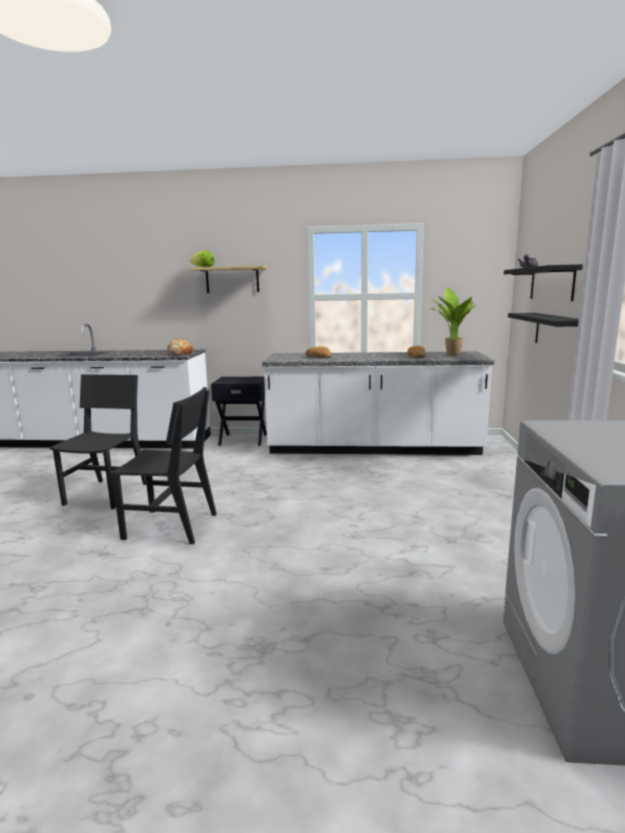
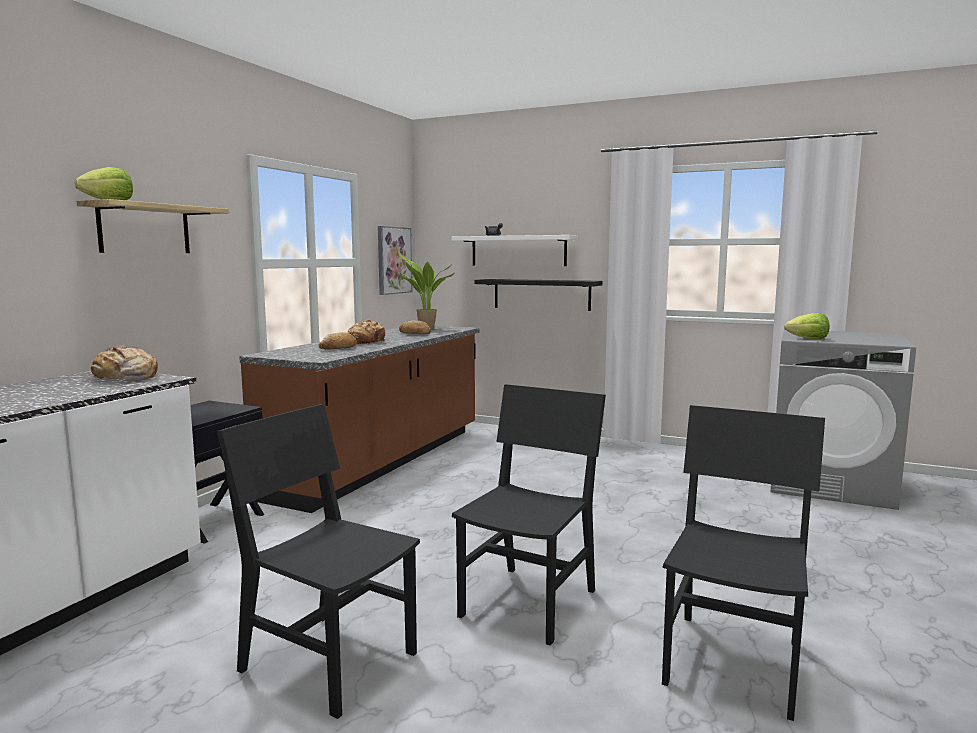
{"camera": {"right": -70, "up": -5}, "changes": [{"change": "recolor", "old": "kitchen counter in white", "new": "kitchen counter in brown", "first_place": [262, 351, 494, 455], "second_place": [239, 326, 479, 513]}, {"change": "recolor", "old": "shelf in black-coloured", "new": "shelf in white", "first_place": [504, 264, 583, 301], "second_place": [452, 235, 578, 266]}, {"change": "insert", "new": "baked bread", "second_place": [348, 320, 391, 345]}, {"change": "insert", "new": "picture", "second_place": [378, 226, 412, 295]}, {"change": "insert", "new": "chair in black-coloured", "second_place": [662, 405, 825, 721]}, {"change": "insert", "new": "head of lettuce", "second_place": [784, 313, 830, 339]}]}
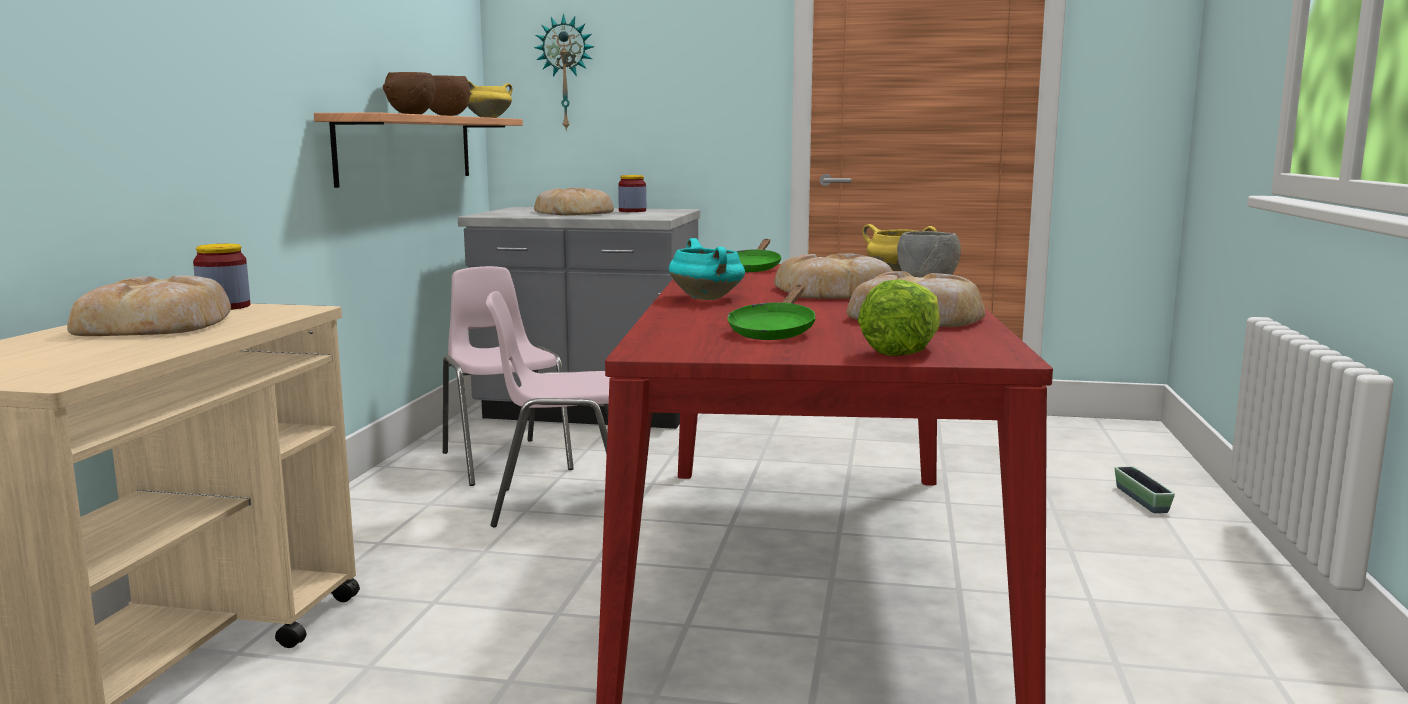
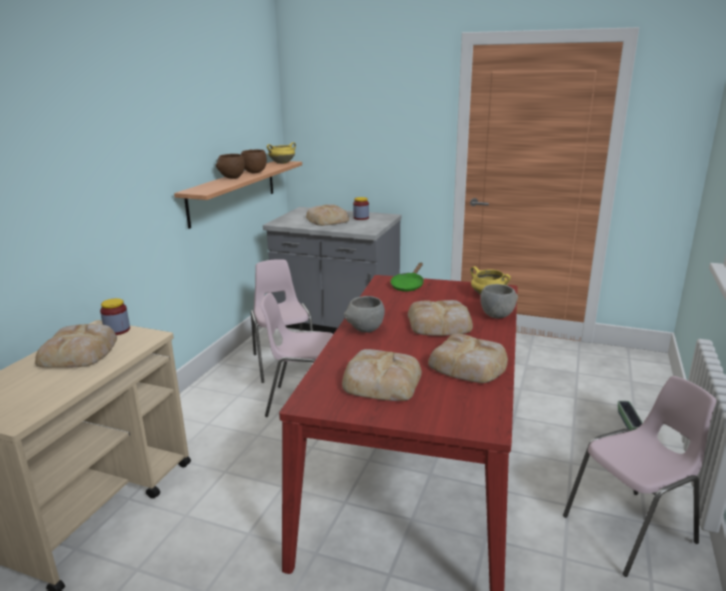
{"camera": {"right": 10, "up": 10}, "changes": [{"change": "delete", "old": "wall clock", "first_place": [534, 14, 594, 132]}, {"change": "replace", "old": "saucepot in turquoise-coloured", "new": "serving bowl in grey", "first_place": [669, 238, 745, 300], "second_place": [344, 296, 385, 333]}, {"change": "replace", "old": "pan in green", "new": "baked bread", "first_place": [727, 285, 815, 340], "second_place": [342, 349, 422, 401]}, {"change": "delete", "old": "head of lettuce", "first_place": [858, 279, 939, 356]}, {"change": "insert", "new": "chair in pink", "second_place": [563, 376, 716, 577]}]}
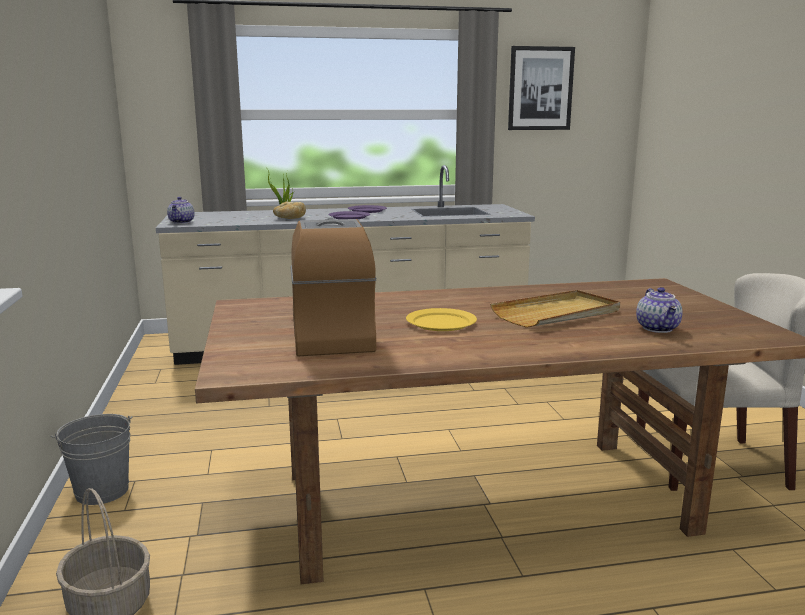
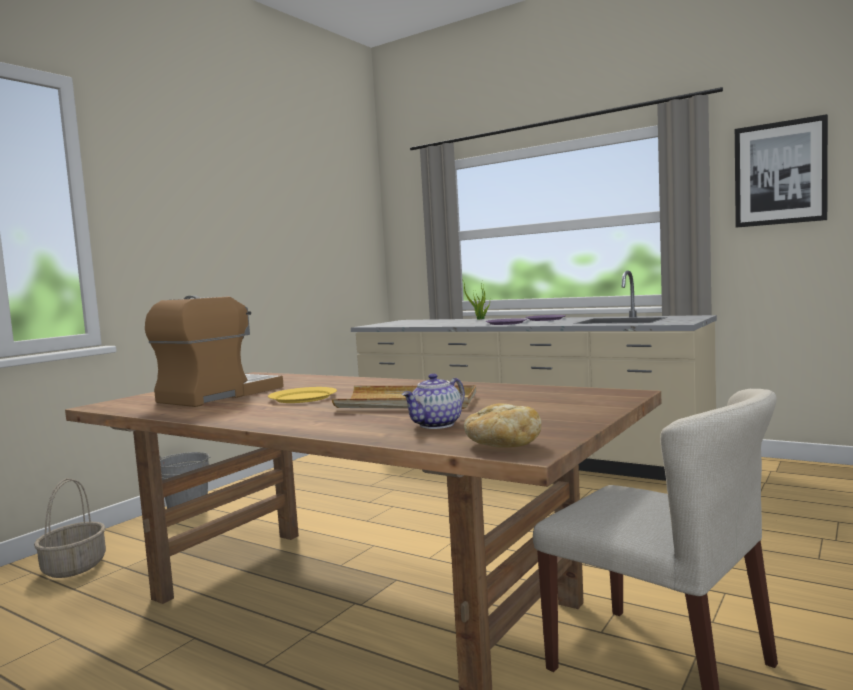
{"camera": {"right": 45, "up": -10}, "changes": [{"change": "delete", "old": "tea pot", "first_place": [167, 197, 194, 224]}, {"change": "move", "old": "baked bread", "first_place": [273, 202, 306, 219], "second_place": [464, 404, 542, 448]}]}
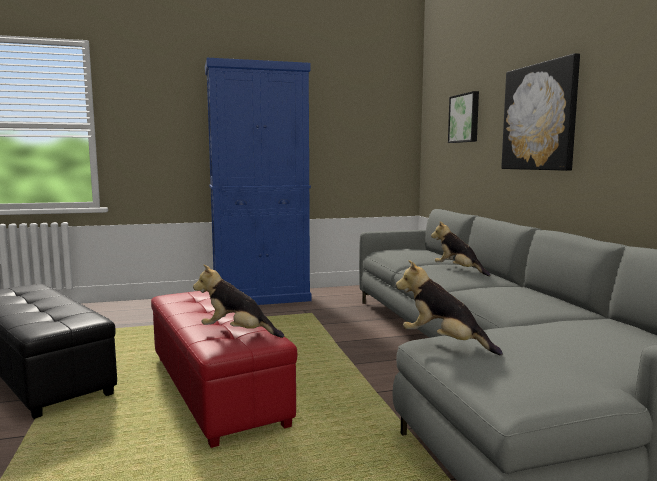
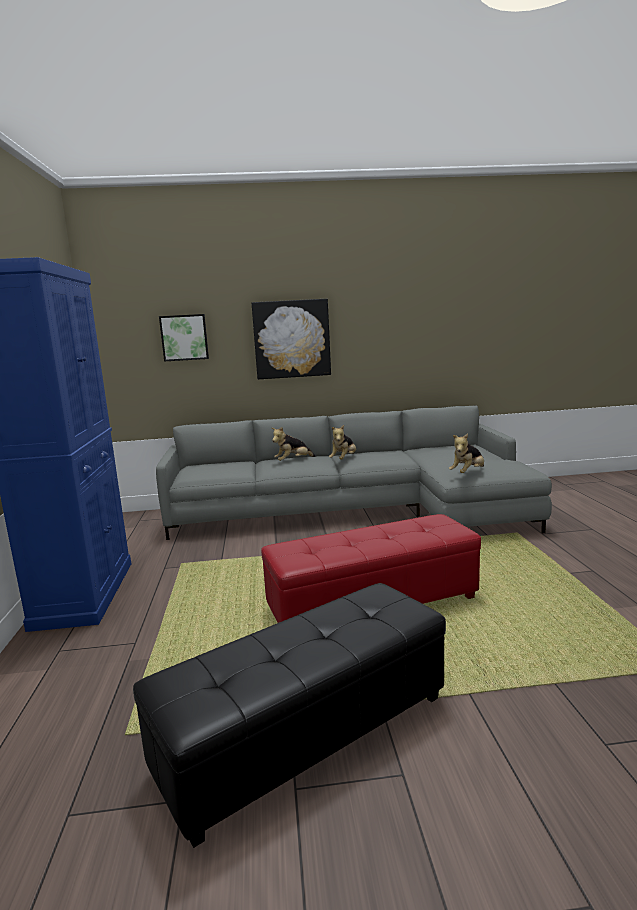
{"camera": {"right": -80, "up": 5}, "changes": [{"change": "move", "old": "soft toy", "first_place": [193, 264, 284, 338], "second_place": [329, 425, 356, 459]}]}
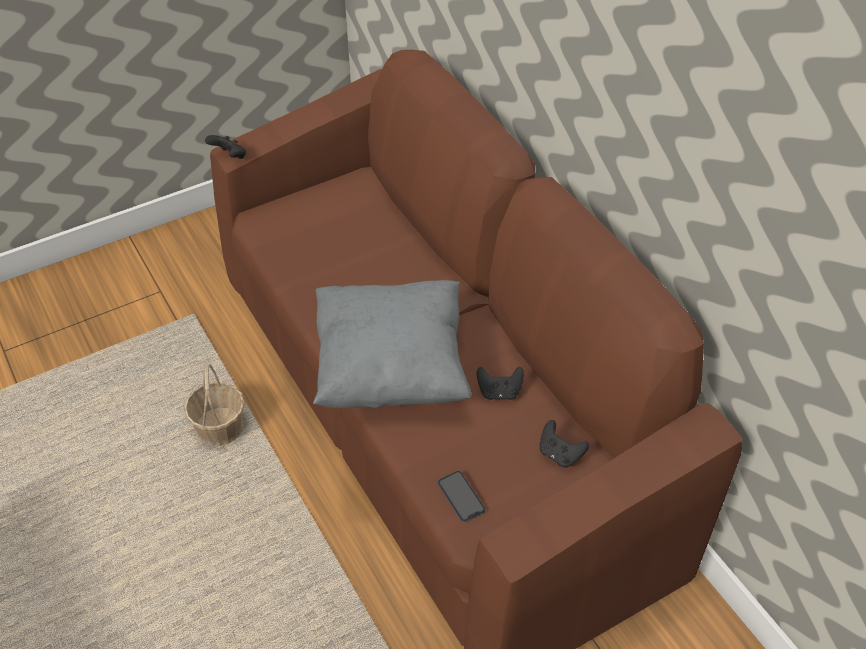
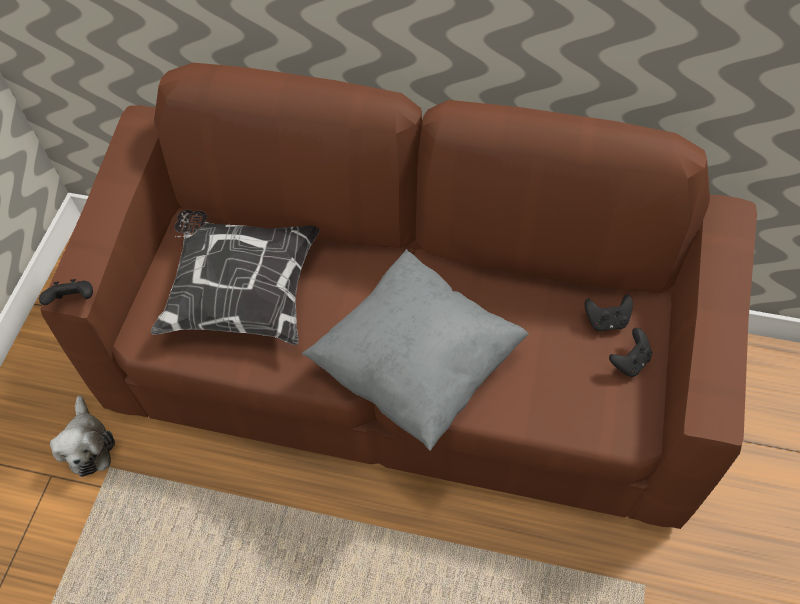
{"camera": {"right": -45, "up": 10}, "changes": [{"change": "delete", "old": "household basket", "first_place": [184, 364, 245, 446]}, {"change": "delete", "old": "handset", "first_place": [438, 471, 485, 522]}, {"change": "move", "old": "gamepad in black-coloured", "first_place": [477, 367, 524, 400], "second_place": [609, 328, 652, 377]}, {"change": "insert", "new": "soft toy", "second_place": [50, 396, 115, 477]}, {"change": "insert", "new": "pillow", "second_place": [151, 210, 320, 345]}]}
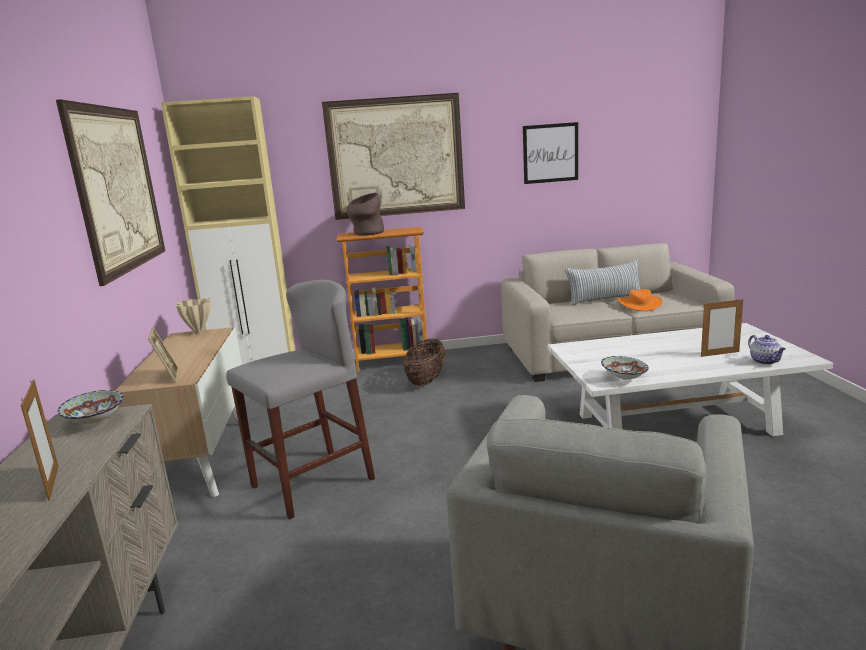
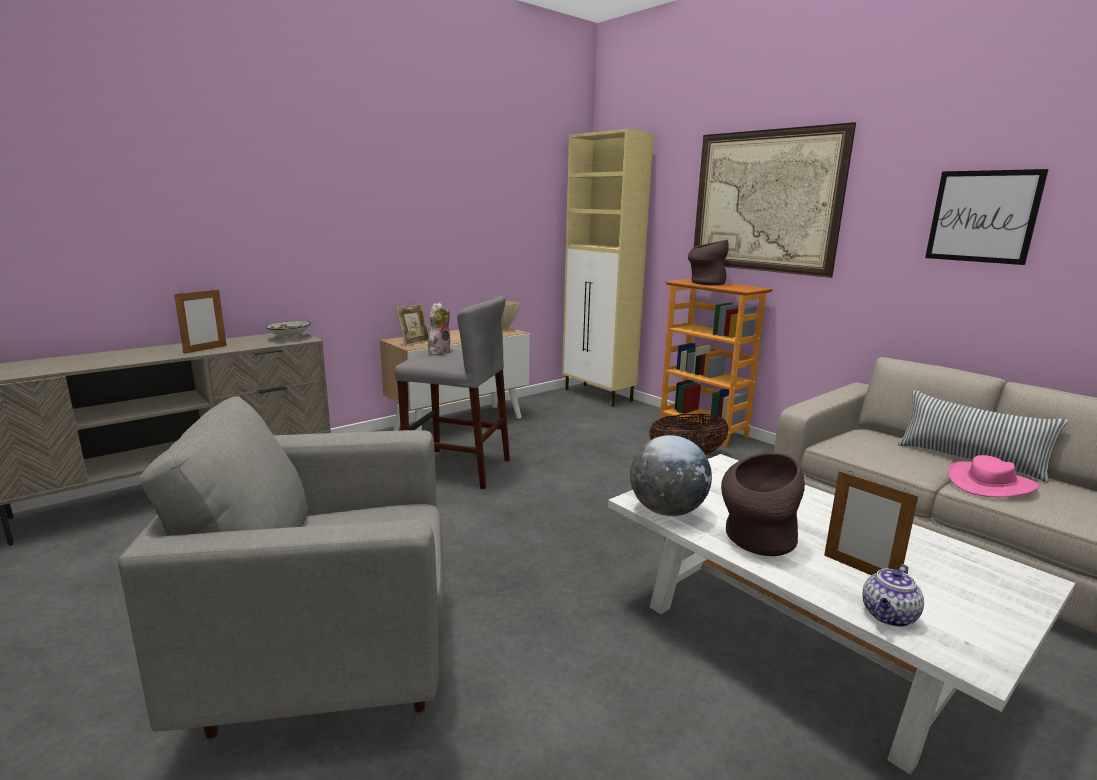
{"camera": {"right": 55, "up": 0}, "changes": [{"change": "delete", "old": "picture", "first_place": [56, 99, 165, 286]}, {"change": "replace", "old": "serving bowl", "new": "desk globe", "first_place": [601, 356, 649, 379], "second_place": [630, 435, 712, 516]}, {"change": "recolor", "old": "wearable hat in orangey", "new": "wearable hat in pink", "first_place": [617, 289, 662, 311], "second_place": [948, 455, 1040, 497]}, {"change": "insert", "new": "soft toy", "second_place": [428, 302, 451, 355]}, {"change": "insert", "new": "vase in brown", "second_place": [721, 452, 805, 556]}]}
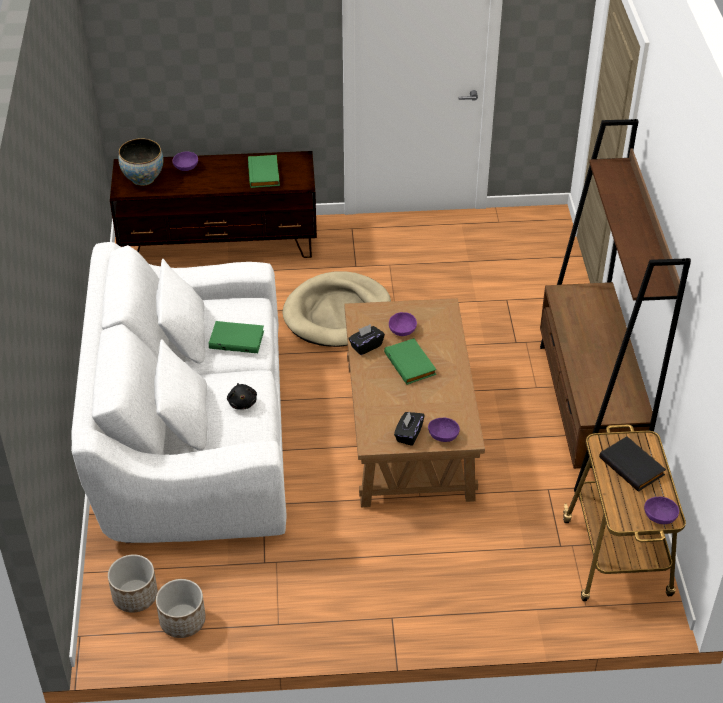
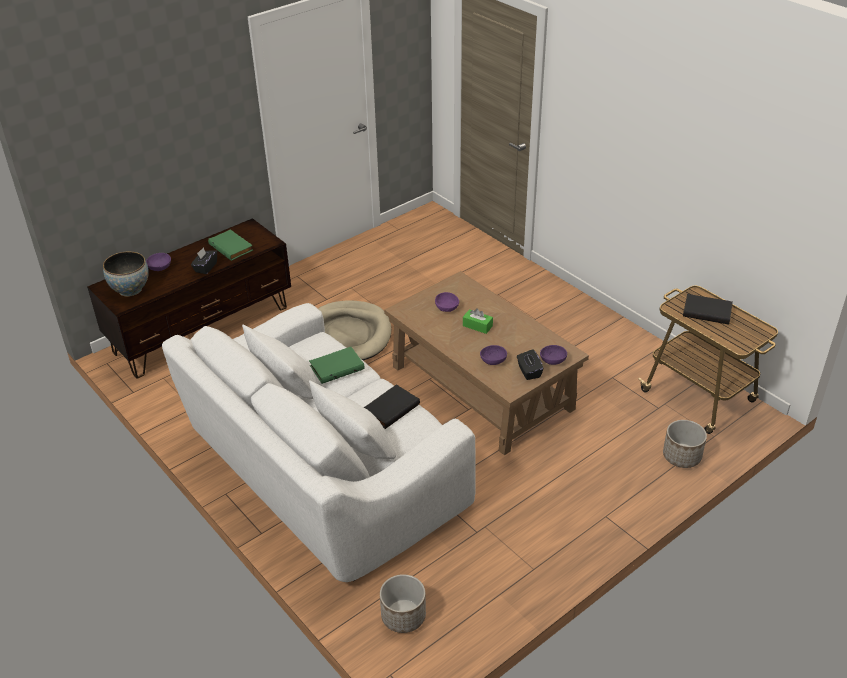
{"camera": {"right": -35, "up": -5}, "changes": [{"change": "move", "old": "planter", "first_place": [156, 579, 206, 638], "second_place": [663, 420, 707, 468]}, {"change": "replace", "old": "soft toy in black-coloured", "new": "book in black-coloured", "first_place": [227, 383, 257, 410], "second_place": [364, 384, 420, 429]}, {"change": "move", "old": "tissue box in black-coloured", "first_place": [348, 324, 385, 355], "second_place": [191, 247, 217, 274]}, {"change": "replace", "old": "book in green", "new": "tissue box in green", "first_place": [384, 338, 436, 385], "second_place": [463, 308, 493, 334]}, {"change": "delete", "old": "shelving unit in brown", "first_place": [540, 119, 691, 492]}, {"change": "move", "old": "serving bowl in purple-coloured", "first_place": [644, 497, 679, 524], "second_place": [480, 345, 507, 365]}]}
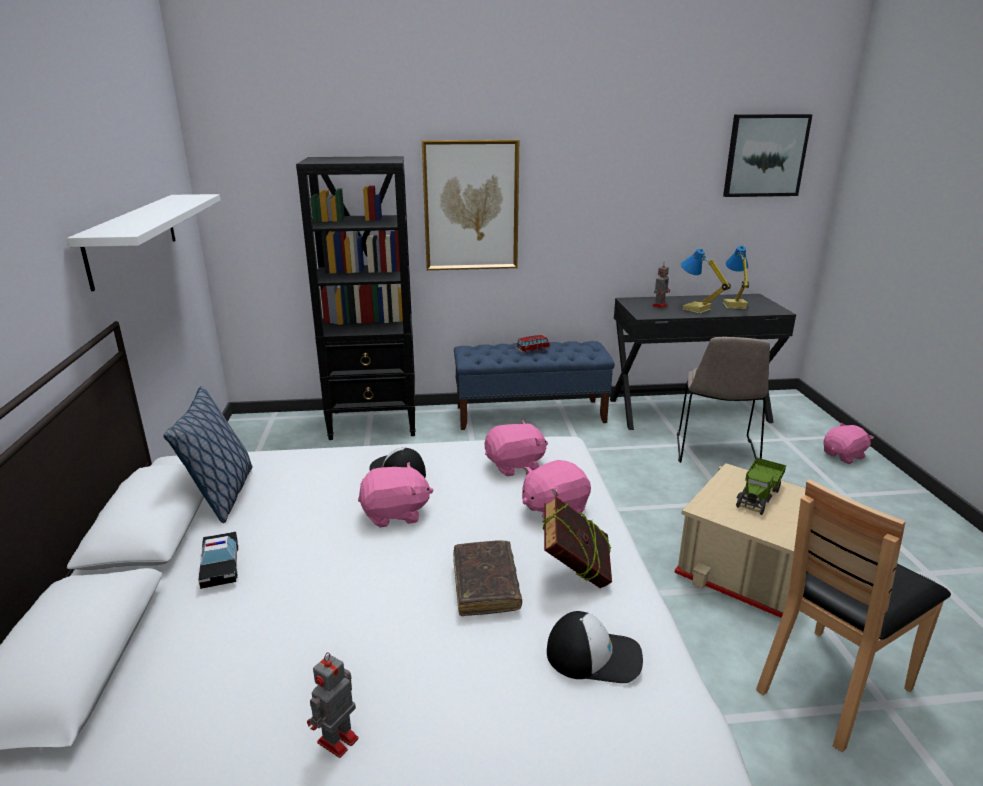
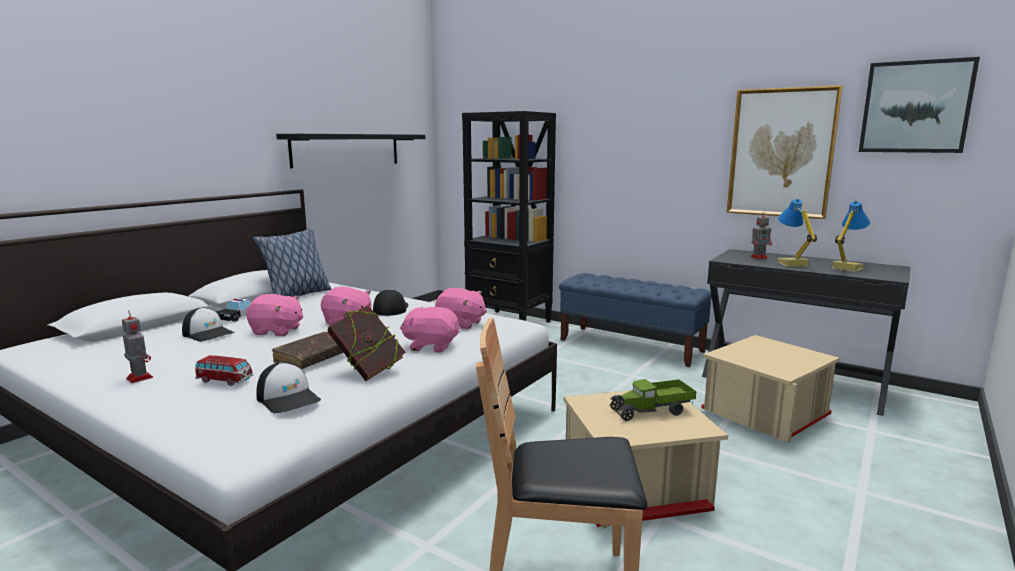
{"camera": {"right": 40, "up": -10}, "changes": [{"change": "recolor", "old": "shelf in white", "new": "shelf in black-coloured", "first_place": [67, 194, 221, 291], "second_place": [276, 134, 425, 168]}, {"change": "rotate", "old": "robot figure", "first_place": [307, 652, 359, 758], "second_place": [122, 311, 153, 383], "degrees": 60}, {"change": "move", "old": "picture", "first_place": [422, 140, 519, 270], "second_place": [727, 85, 843, 219]}, {"change": "move", "old": "toy car", "first_place": [516, 335, 550, 354], "second_place": [195, 355, 253, 386]}, {"change": "replace", "old": "chair in beige", "new": "storage container in beige", "first_place": [677, 337, 770, 463], "second_place": [701, 335, 840, 443]}, {"change": "move", "old": "soft toy in pink", "first_place": [823, 423, 874, 464], "second_place": [246, 294, 303, 336]}, {"change": "insert", "new": "baseball cap", "second_place": [182, 307, 234, 342]}]}
